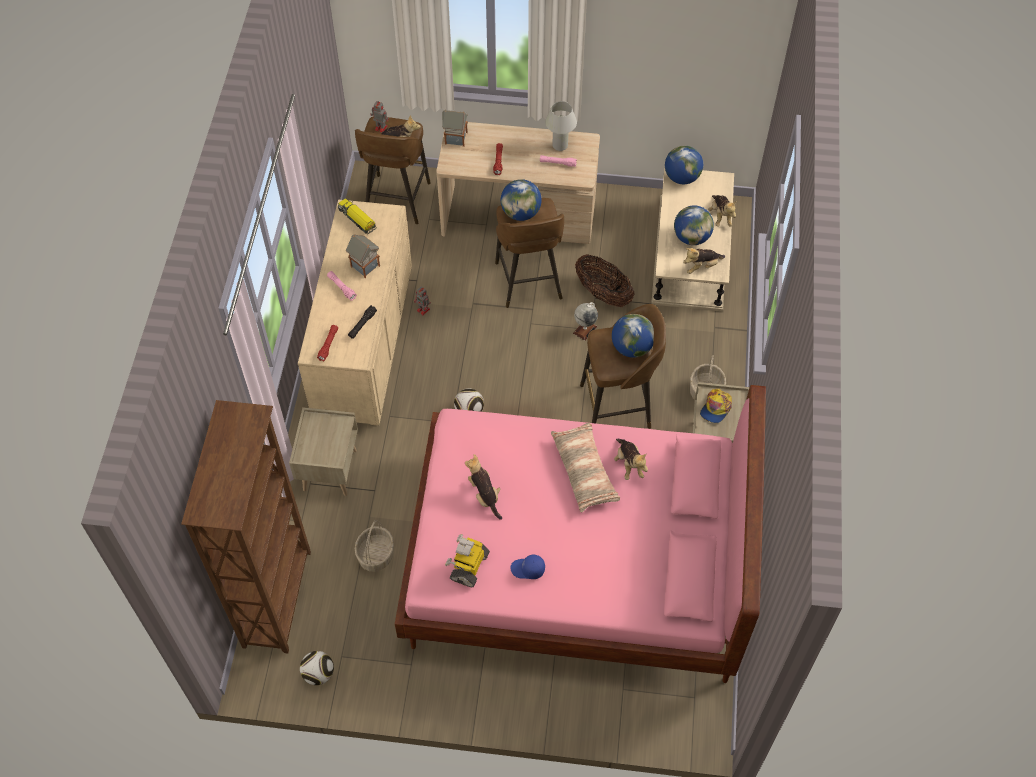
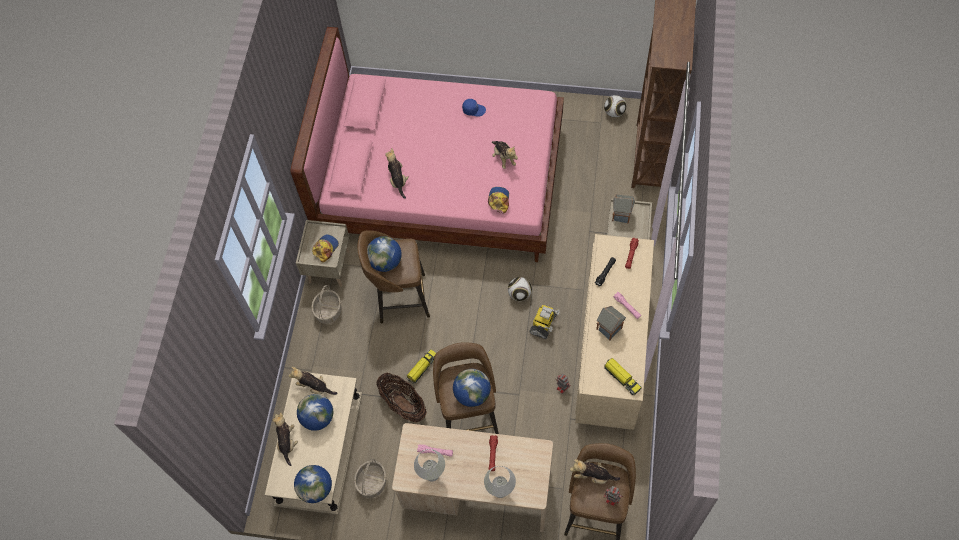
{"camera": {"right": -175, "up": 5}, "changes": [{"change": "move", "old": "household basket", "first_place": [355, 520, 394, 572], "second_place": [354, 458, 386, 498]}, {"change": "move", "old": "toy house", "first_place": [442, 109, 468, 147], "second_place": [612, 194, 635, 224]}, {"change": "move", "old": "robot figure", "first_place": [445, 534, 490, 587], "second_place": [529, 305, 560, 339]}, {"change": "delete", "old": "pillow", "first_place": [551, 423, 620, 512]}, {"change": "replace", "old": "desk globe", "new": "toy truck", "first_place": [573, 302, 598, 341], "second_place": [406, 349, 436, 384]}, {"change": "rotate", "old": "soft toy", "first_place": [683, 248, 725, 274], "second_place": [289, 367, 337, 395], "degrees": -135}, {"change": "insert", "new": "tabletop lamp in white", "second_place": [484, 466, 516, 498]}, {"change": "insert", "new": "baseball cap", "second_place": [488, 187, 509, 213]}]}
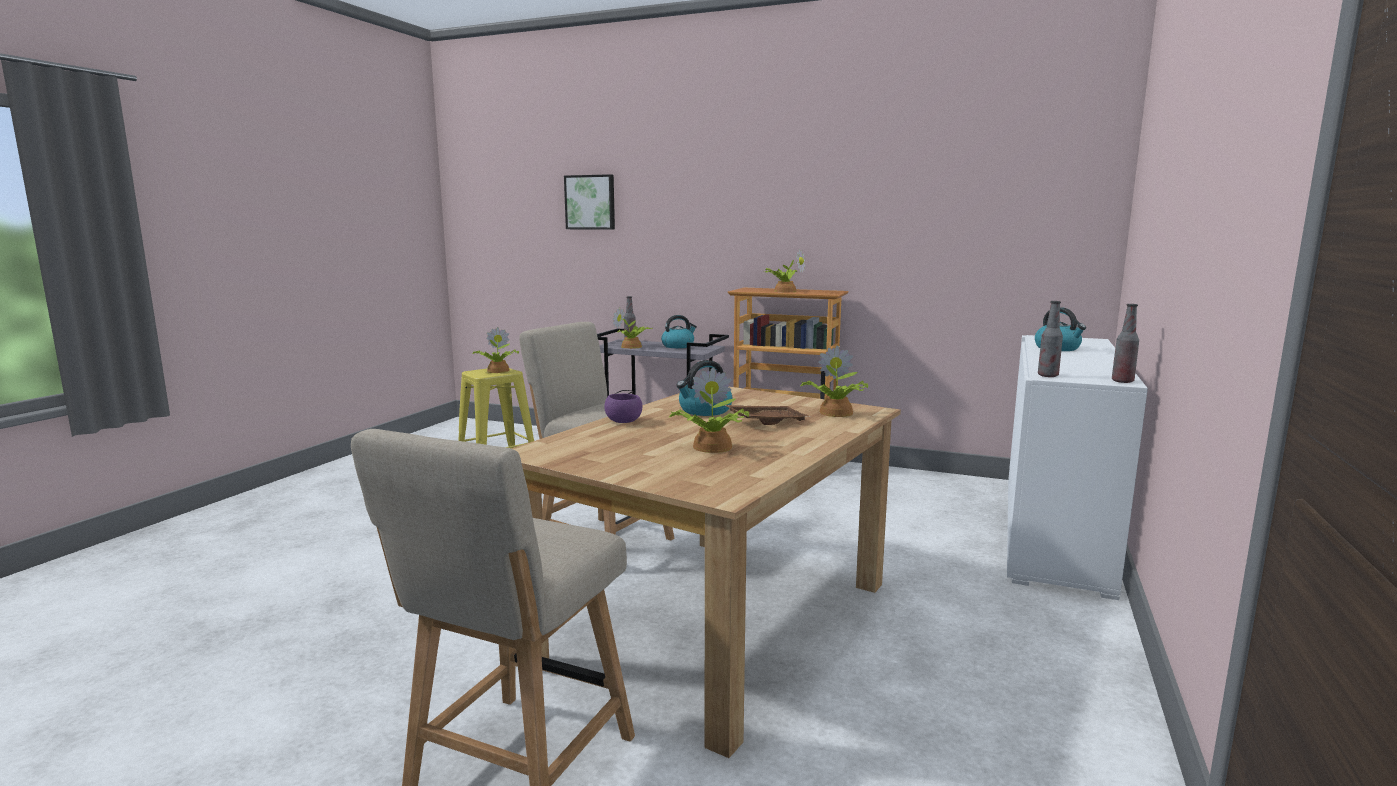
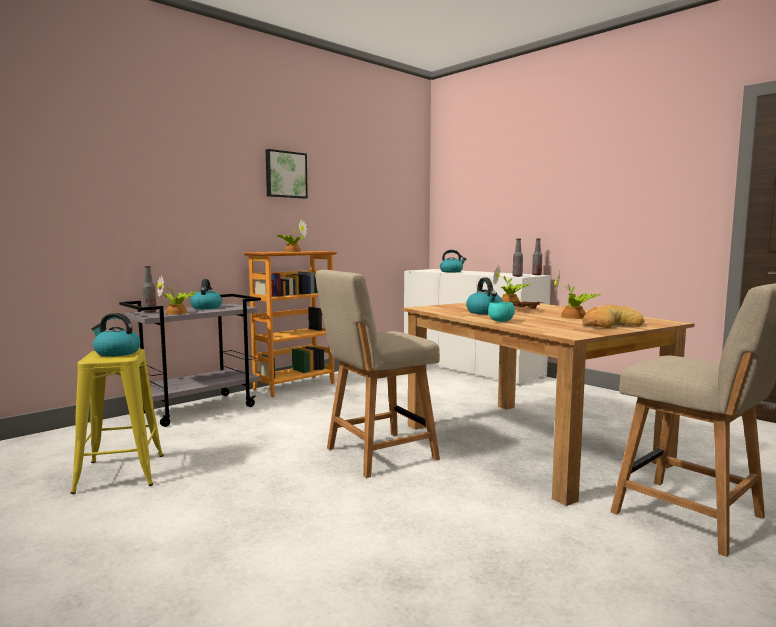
{"camera": {"right": -65, "up": -5}, "changes": [{"change": "replace", "old": "potted plant", "new": "tea kettle", "first_place": [472, 327, 519, 373], "second_place": [92, 313, 140, 357]}, {"change": "move", "old": "picture", "first_place": [564, 174, 615, 230], "second_place": [266, 149, 308, 199]}, {"change": "recolor", "old": "serving bowl in purple-coloured", "new": "serving bowl in turquoise-coloured", "first_place": [604, 393, 642, 423], "second_place": [488, 302, 515, 322]}, {"change": "insert", "new": "baked bread", "second_place": [583, 305, 645, 328]}]}
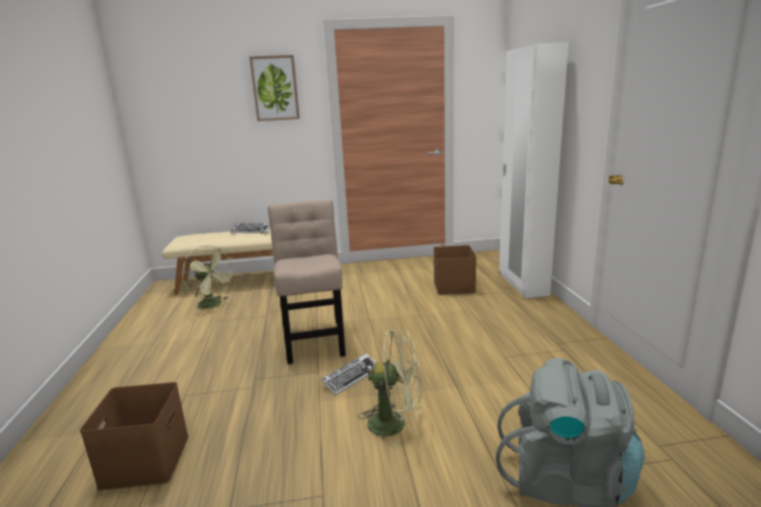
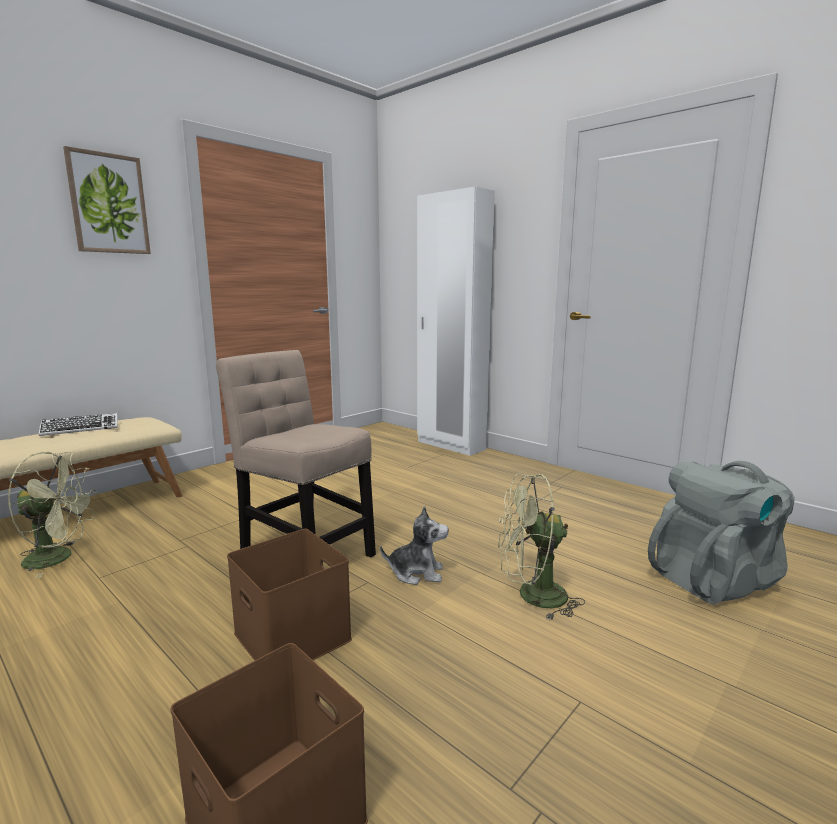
{"camera": {"right": -40, "up": -5}, "changes": [{"change": "replace", "old": "computer keyboard", "new": "soft toy", "first_place": [321, 353, 376, 395], "second_place": [380, 506, 449, 585]}, {"change": "rotate", "old": "fan in green", "first_place": [358, 329, 421, 448], "second_place": [498, 473, 585, 621], "degrees": -150}, {"change": "move", "old": "storage container in brown", "first_place": [433, 245, 476, 295], "second_place": [227, 529, 352, 661]}]}
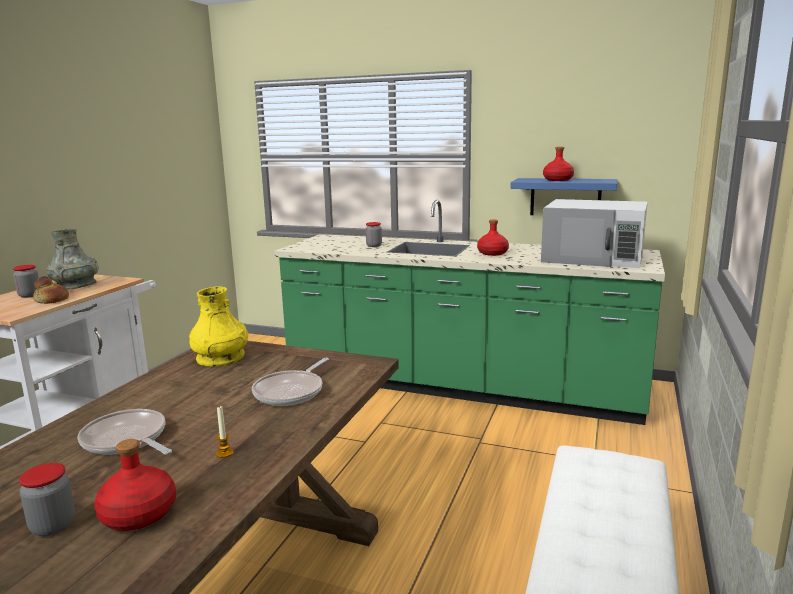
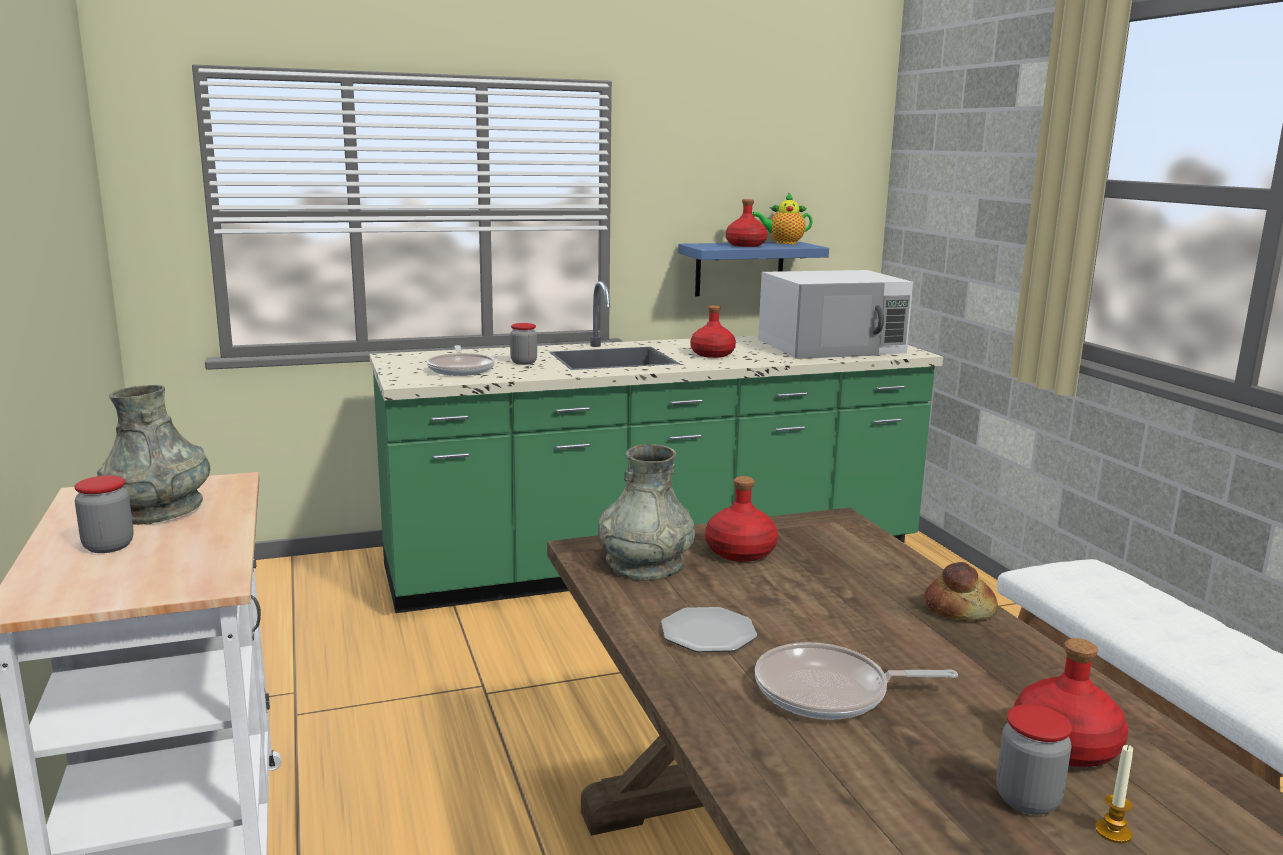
{"camera": {"right": -40, "up": 0}, "changes": [{"change": "move", "old": "baked bread", "first_place": [33, 276, 69, 304], "second_place": [924, 562, 998, 621]}, {"change": "recolor", "old": "vase in yellow", "new": "vase in grey", "first_place": [189, 286, 248, 367], "second_place": [598, 444, 695, 581]}, {"change": "move", "old": "candle", "first_place": [216, 405, 234, 458], "second_place": [1095, 744, 1133, 843]}, {"change": "move", "old": "pan", "first_place": [252, 358, 329, 406], "second_place": [427, 345, 495, 376]}, {"change": "insert", "new": "dinner plate", "second_place": [661, 607, 757, 652]}, {"change": "insert", "new": "drink bottle in reddish", "second_place": [705, 476, 778, 562]}, {"change": "insert", "new": "tea pot", "second_place": [752, 192, 813, 244]}]}
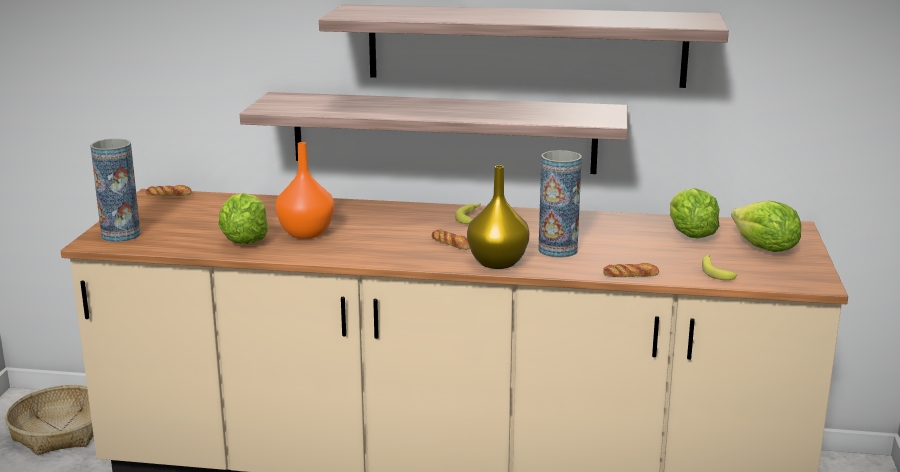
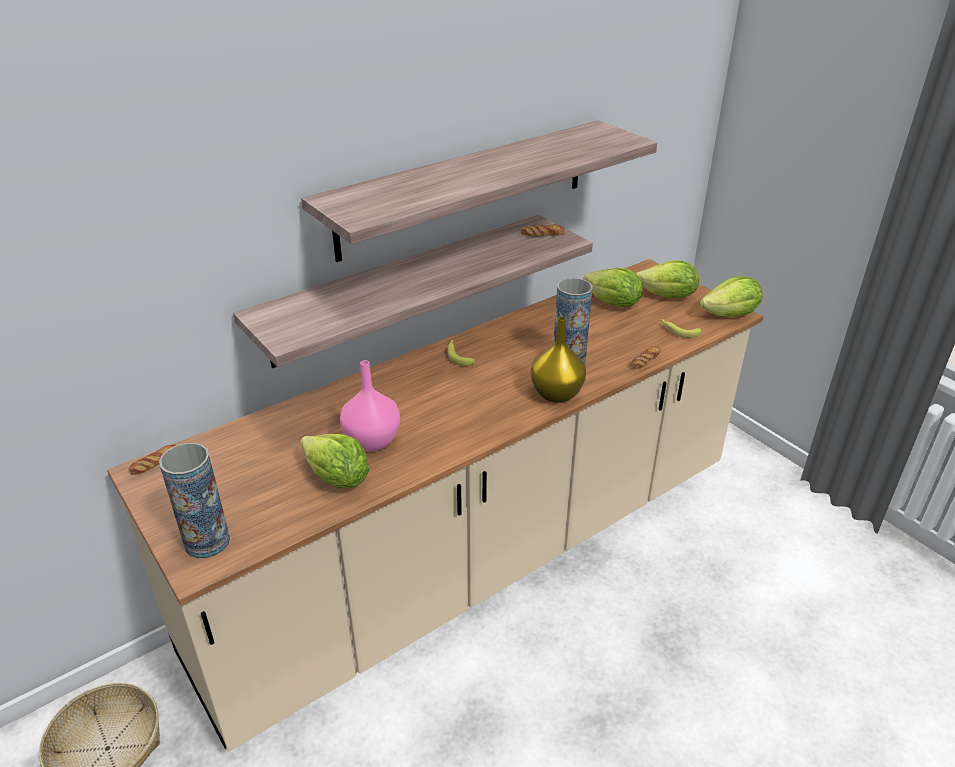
{"camera": {"right": -45, "up": 15}, "changes": [{"change": "recolor", "old": "vase in orangey", "new": "vase in pink", "first_place": [276, 142, 334, 239], "second_place": [340, 360, 400, 451]}, {"change": "move", "old": "baked bread", "first_place": [432, 229, 470, 250], "second_place": [521, 224, 566, 236]}, {"change": "insert", "new": "head of lettuce", "second_place": [700, 276, 762, 317]}]}
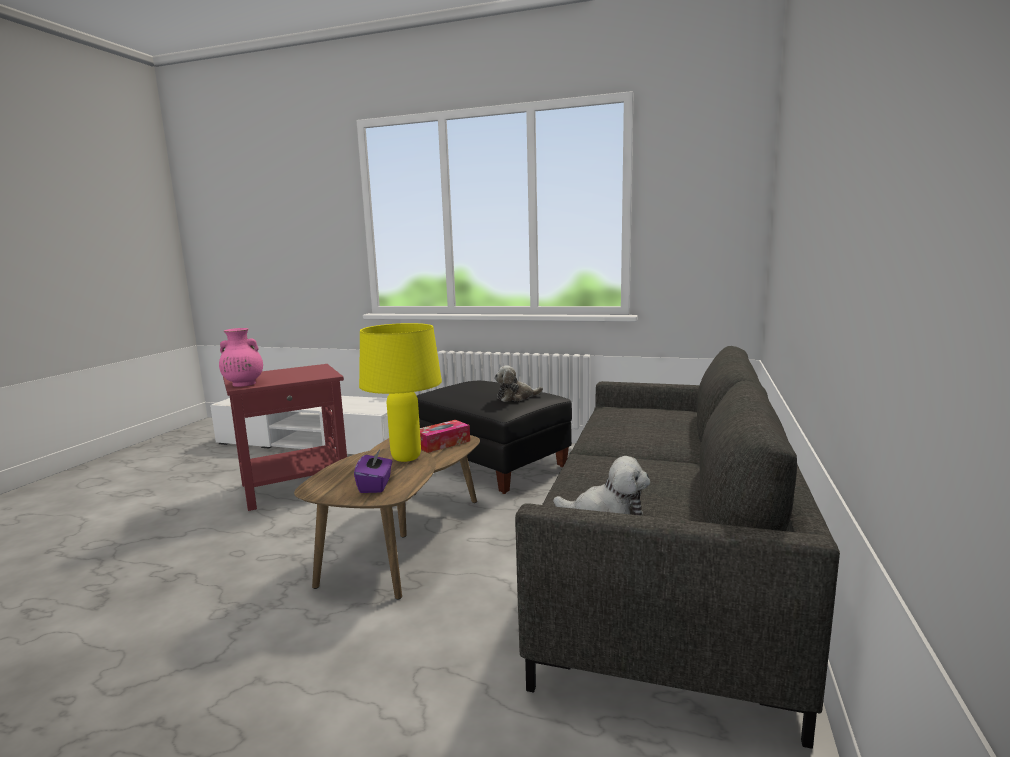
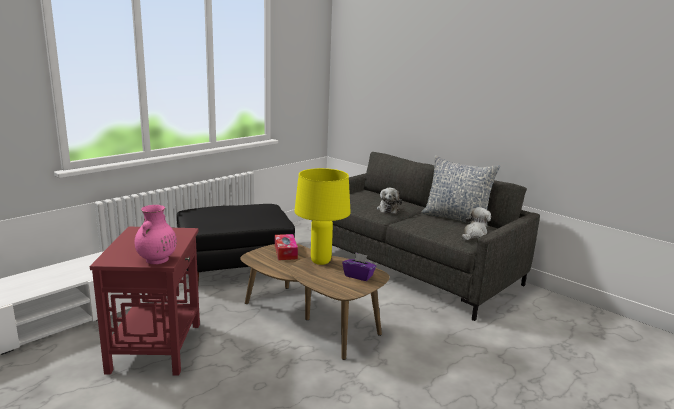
{"camera": {"right": -65, "up": 5}, "changes": [{"change": "move", "old": "soft toy", "first_place": [494, 365, 543, 402], "second_place": [377, 188, 402, 214]}, {"change": "insert", "new": "pillow", "second_place": [421, 155, 500, 227]}]}
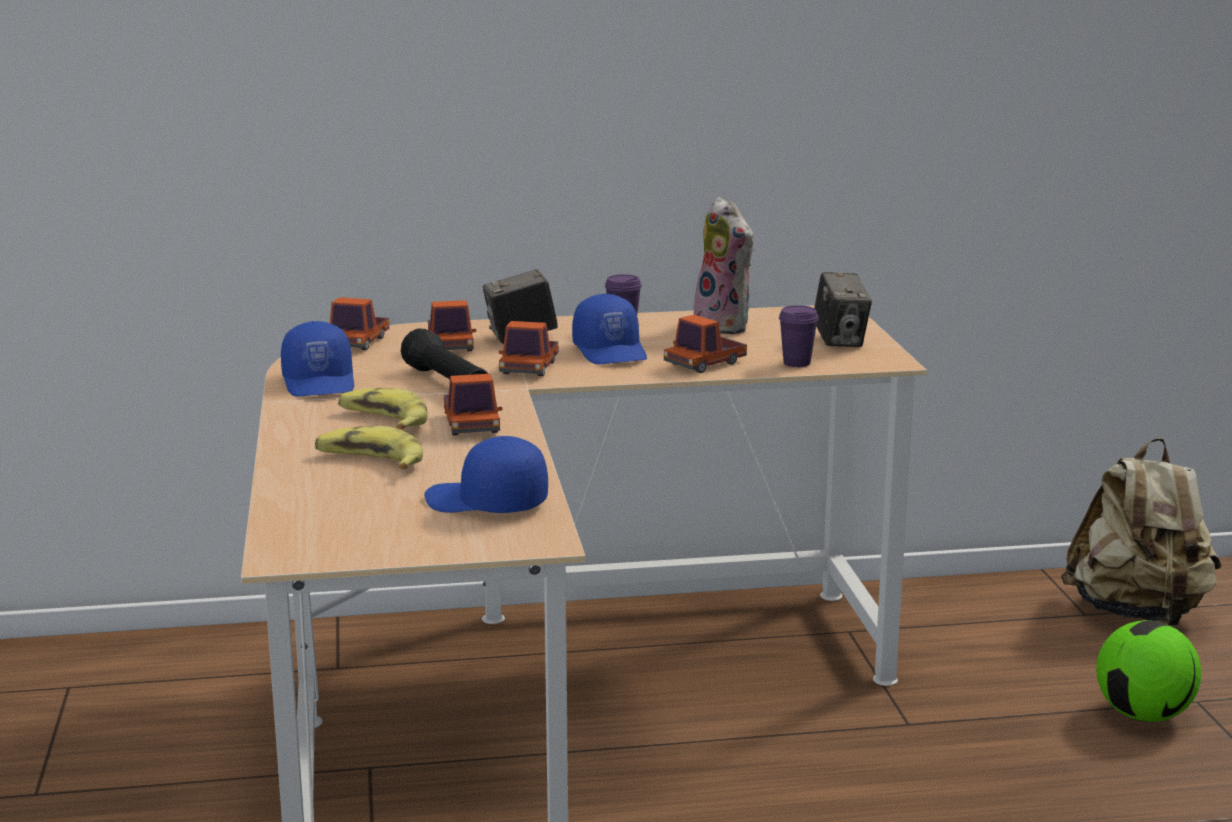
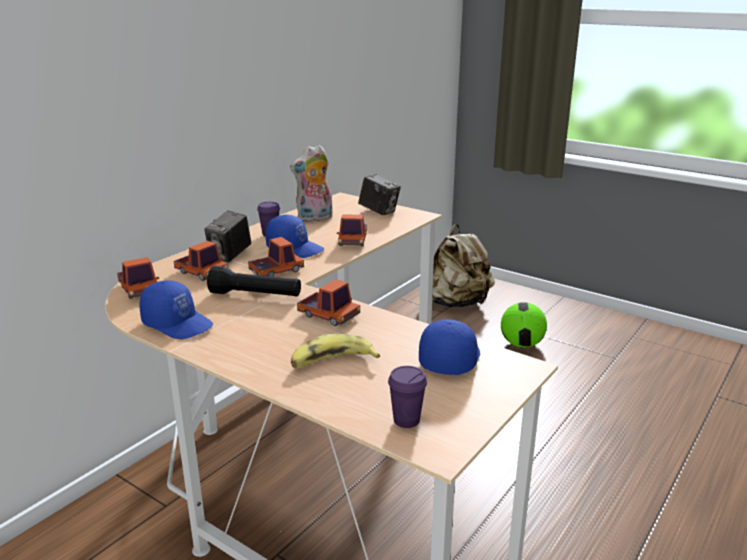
{"camera": {"right": -45, "up": 5}, "changes": [{"change": "delete", "old": "banana fruit", "first_place": [338, 388, 428, 430]}, {"change": "rotate", "old": "baseball cap in blue", "first_place": [424, 436, 548, 513], "second_place": [419, 319, 480, 375], "degrees": 135}, {"change": "rotate", "old": "toy truck", "first_place": [499, 321, 558, 376], "second_place": [248, 237, 304, 277], "degrees": -90}, {"change": "rotate", "old": "soft toy", "first_place": [693, 197, 754, 334], "second_place": [290, 144, 333, 223], "degrees": 135}, {"change": "move", "old": "cup in purple-coloured", "first_place": [779, 305, 819, 367], "second_place": [388, 366, 427, 428]}]}
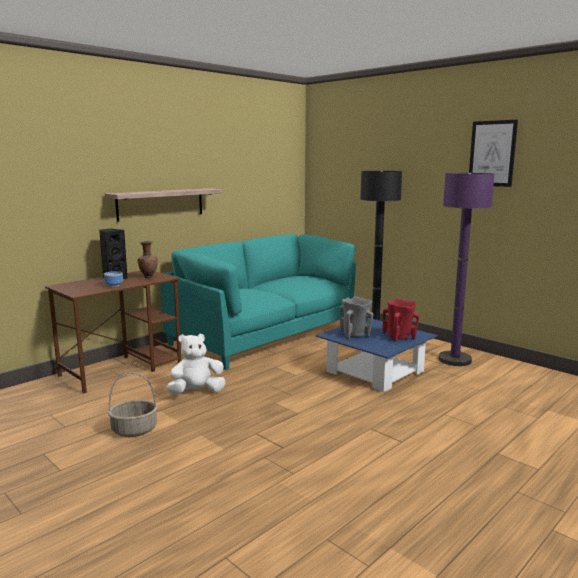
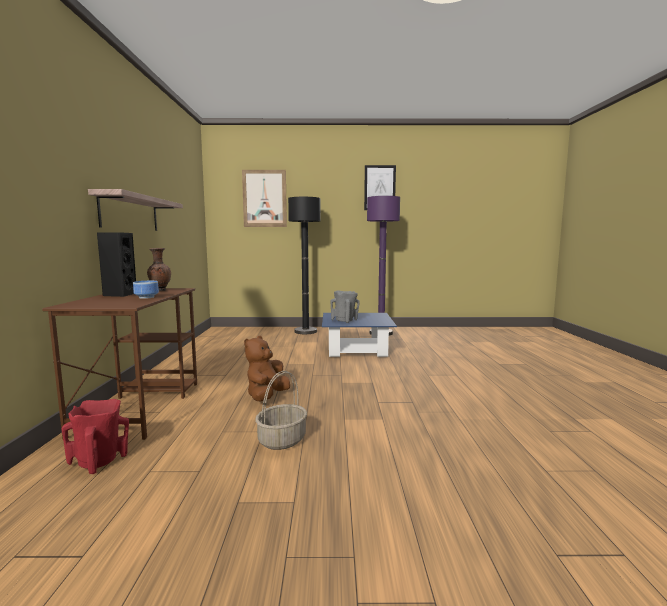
{"camera": {"right": -45, "up": -5}, "changes": [{"change": "delete", "old": "sofa in turquoise-coloured", "first_place": [160, 234, 356, 370]}, {"change": "recolor", "old": "soft toy in white", "new": "soft toy in brown", "first_place": [166, 334, 226, 394], "second_place": [244, 336, 290, 402]}, {"change": "move", "old": "vase in reddish", "first_place": [383, 298, 420, 341], "second_place": [62, 399, 129, 474]}, {"change": "insert", "new": "picture", "second_place": [242, 170, 287, 227]}]}
